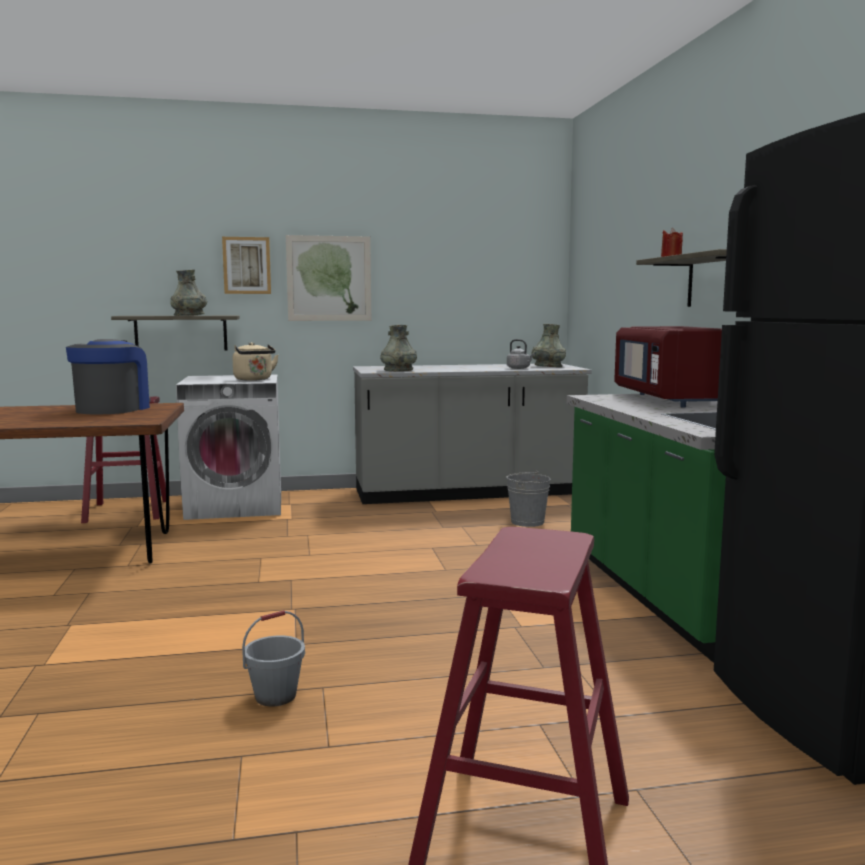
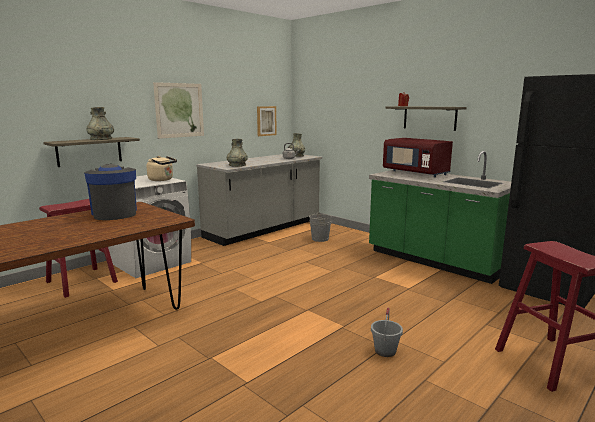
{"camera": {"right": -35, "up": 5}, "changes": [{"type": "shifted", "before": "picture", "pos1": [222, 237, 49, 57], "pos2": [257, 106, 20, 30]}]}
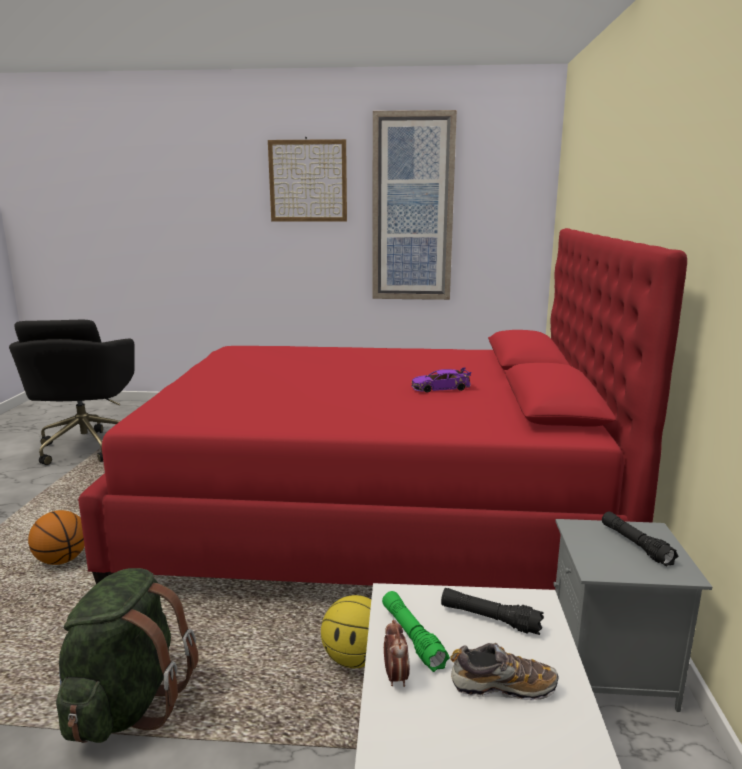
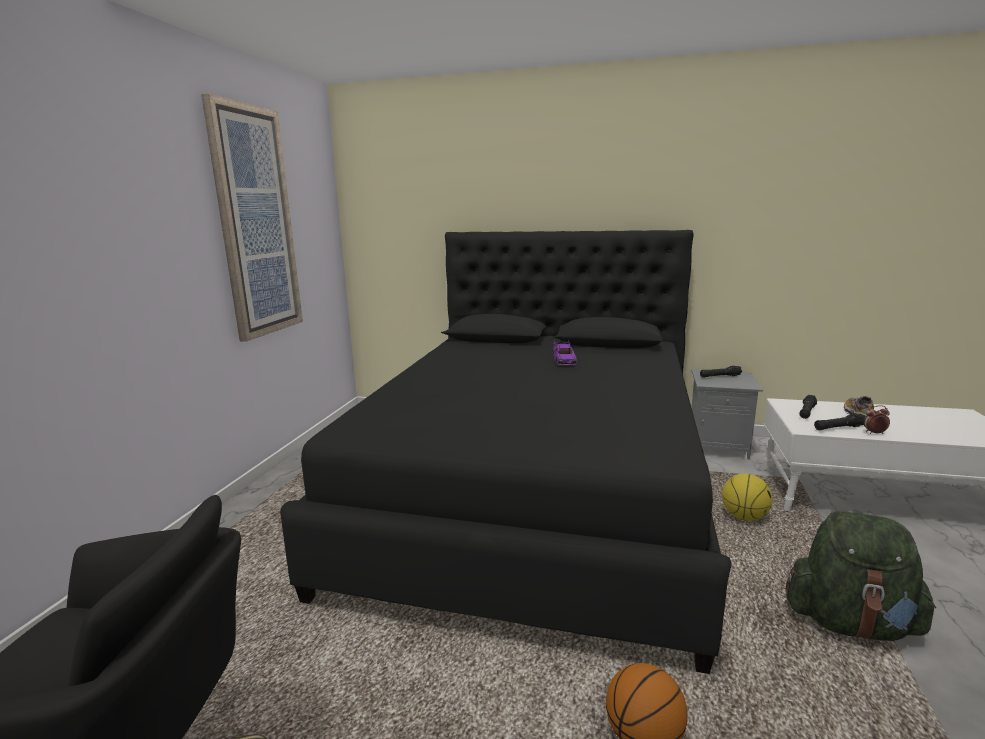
{"camera": {"right": -80, "up": 0}, "changes": [{"type": "gone", "before": "picture", "pos1": [268, 137, 79, 85]}, {"type": "repainted", "before": "red bed", "after": "black bed", "pos1": [78, 228, 609, 362], "pos2": [280, 230, 451, 444]}, {"type": "repainted", "before": "green flashlight", "after": "black flashlight", "pos1": [382, 591, 68, 81], "pos2": [814, 413, 51, 17]}]}
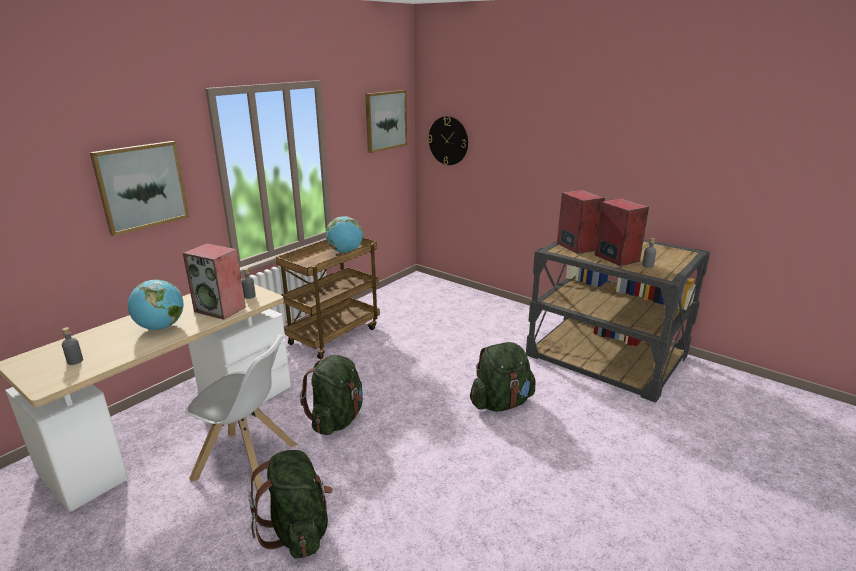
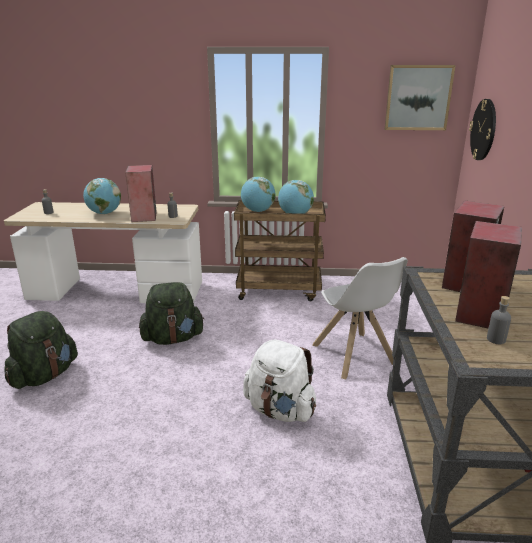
{"camera": {"right": 55, "up": 0}, "changes": [{"type": "gone", "before": "picture", "pos1": [90, 141, 99, 95]}, {"type": "shifted", "before": "chair", "pos1": [185, 334, 112, 160], "pos2": [312, 257, 96, 123]}, {"type": "repainted", "before": "green backpack", "after": "white backpack", "pos1": [470, 342, 66, 70], "pos2": [243, 340, 73, 82]}, {"type": "new", "after": "globe", "pos2": [241, 177, 35, 35]}]}
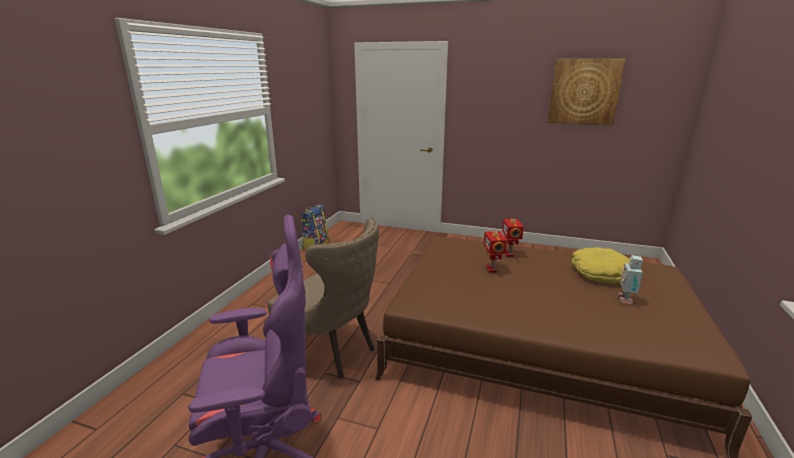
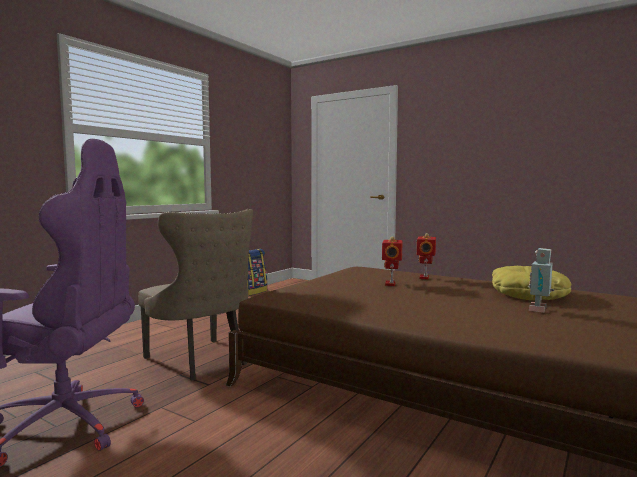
{"camera": {"right": 15, "up": -15}, "changes": [{"type": "gone", "before": "picture", "pos1": [547, 59, 79, 67]}]}
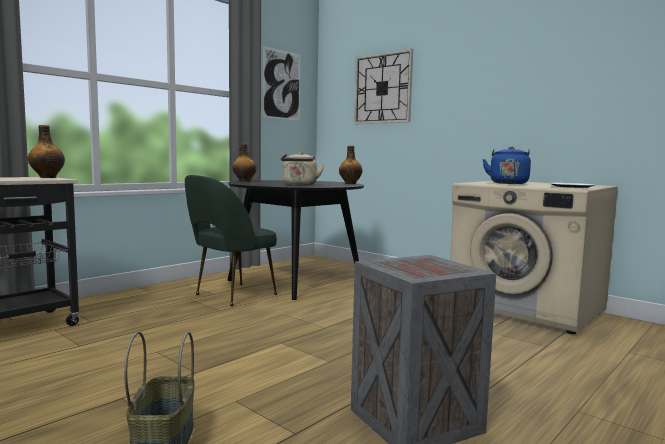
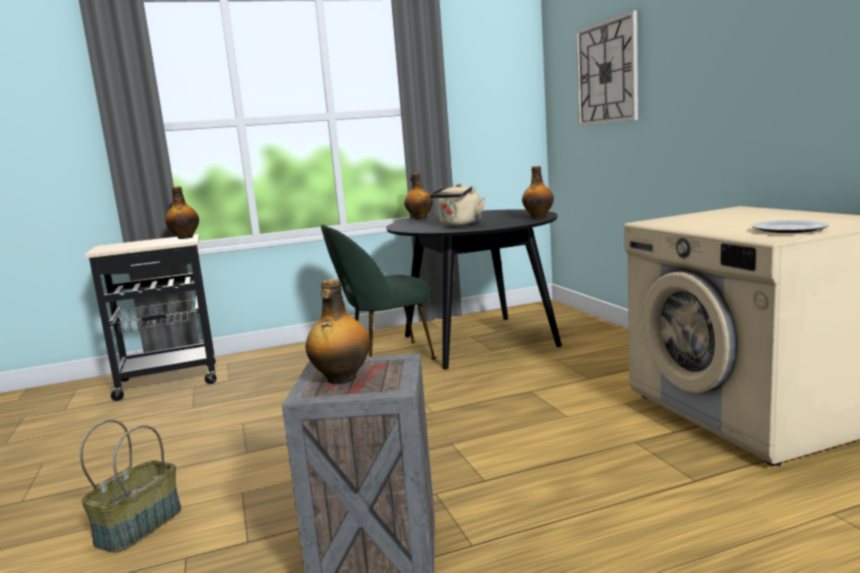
{"camera": {"right": 30, "up": 5}, "changes": [{"type": "gone", "before": "picture", "pos1": [262, 46, 38, 75]}, {"type": "gone", "before": "blue kettle", "pos1": [482, 146, 49, 38]}, {"type": "new", "after": "bottle", "pos2": [306, 279, 64, 106]}]}
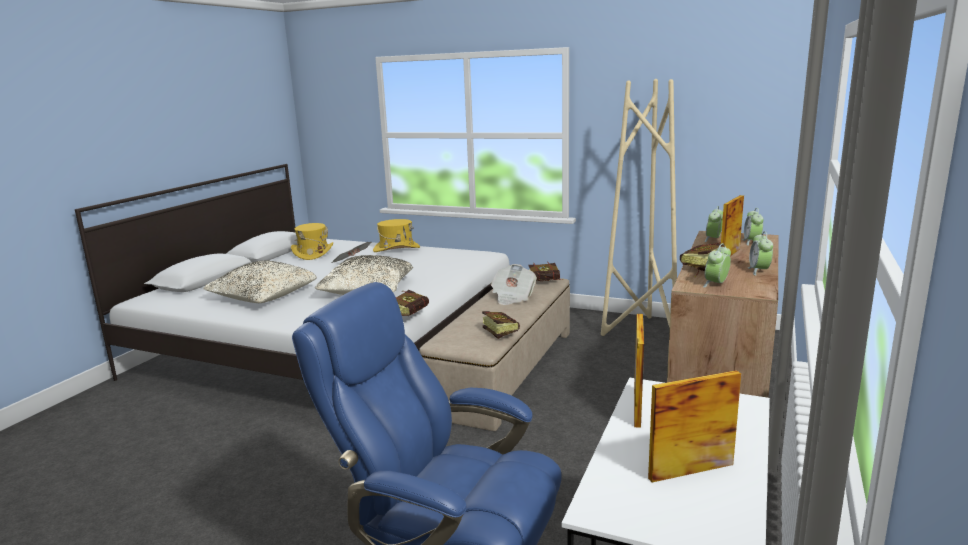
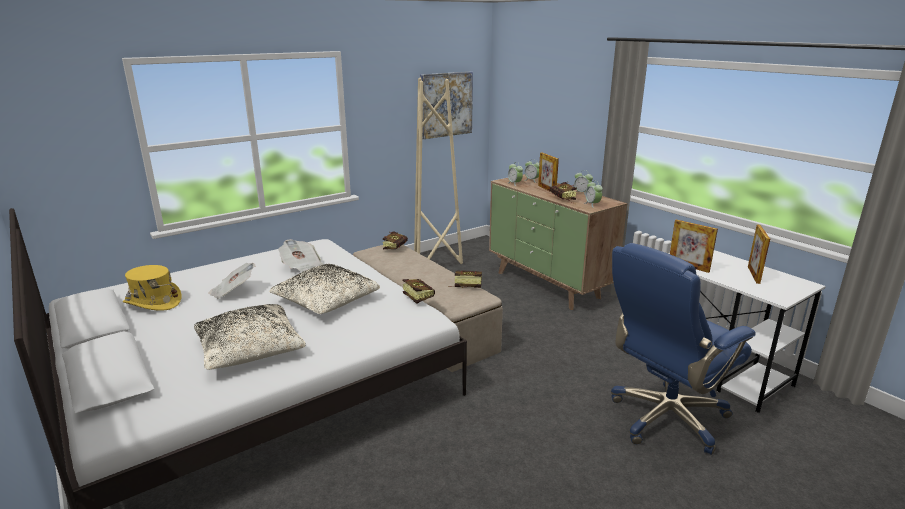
{"camera": {"right": -60, "up": 5}, "changes": [{"type": "gone", "before": "yellow hat", "pos1": [373, 219, 47, 33]}, {"type": "shifted", "before": "newspaper", "pos1": [491, 264, 46, 41], "pos2": [278, 239, 45, 33]}, {"type": "new", "after": "picture", "pos2": [420, 71, 53, 68]}]}
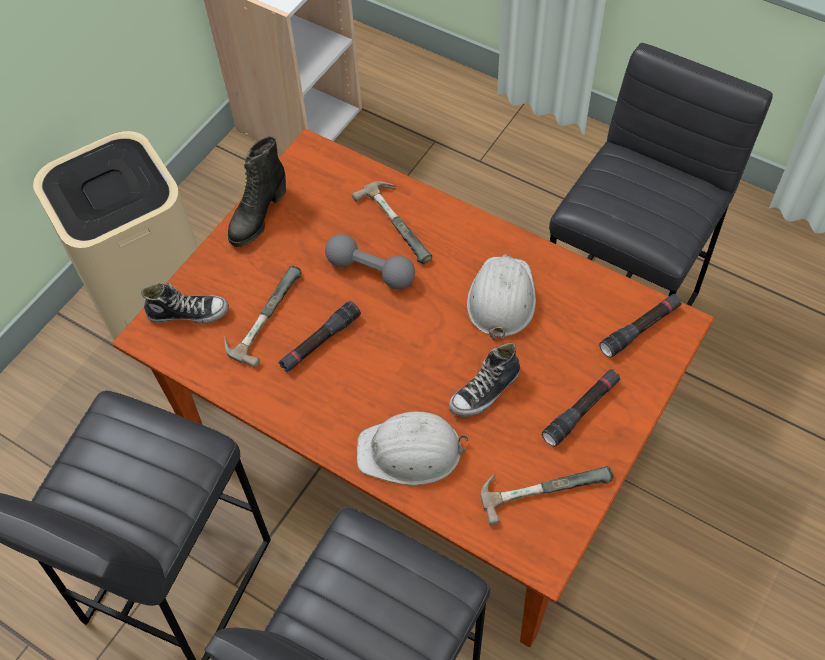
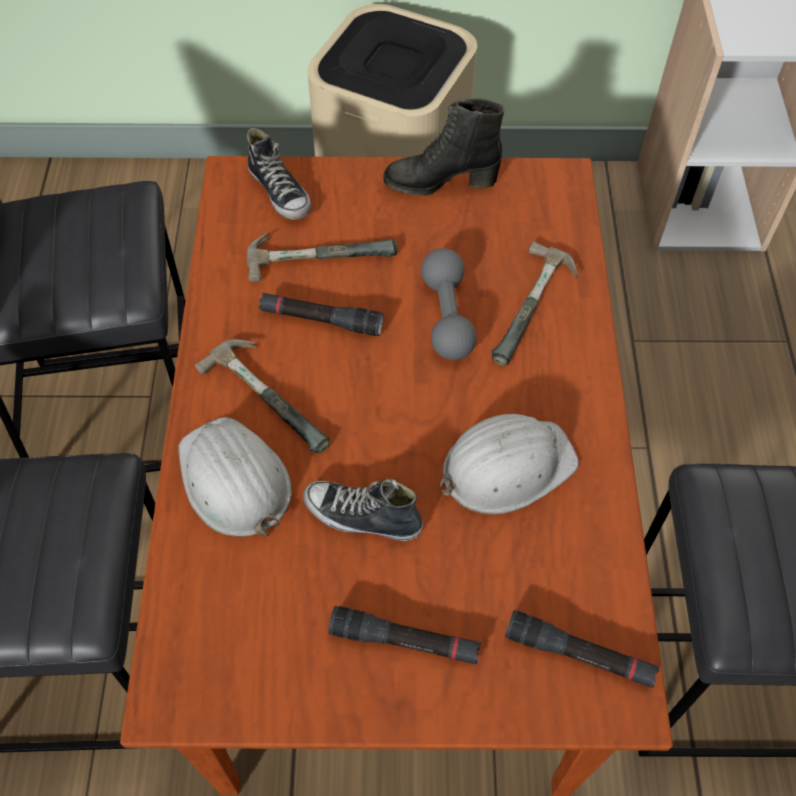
{"camera": {"right": 55, "up": 0}, "changes": [{"type": "shifted", "before": "hammer", "pos1": [481, 466, 132, 60], "pos2": [195, 339, 135, 114]}]}
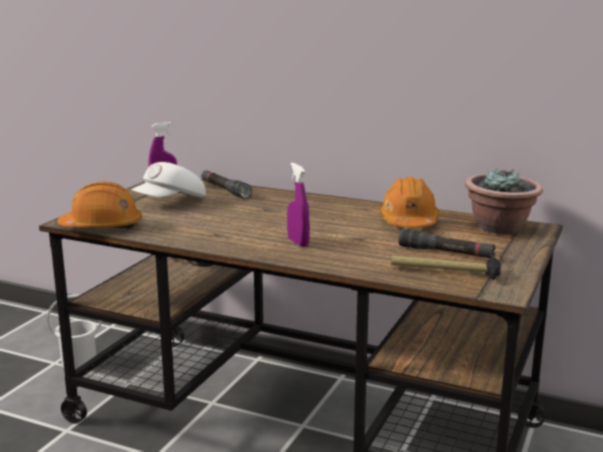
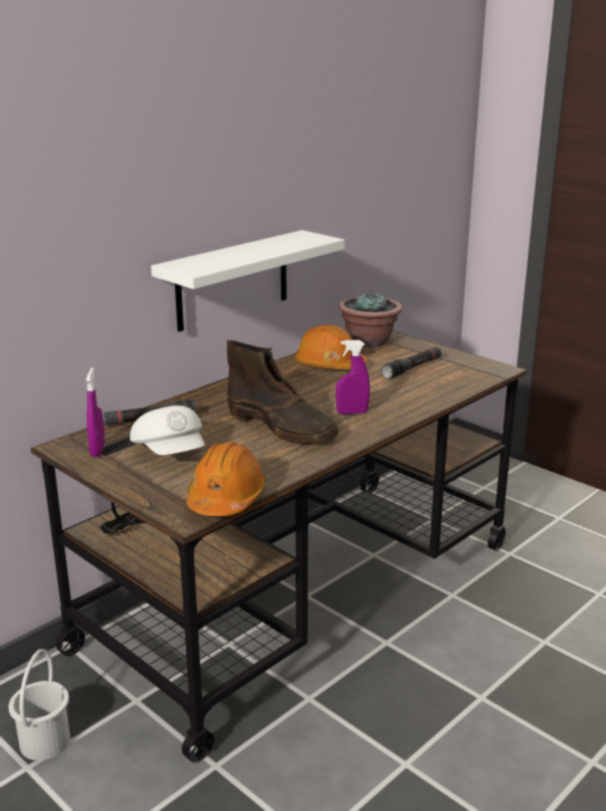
{"camera": {"right": -70, "up": 5}, "changes": [{"type": "gone", "before": "hammer", "pos1": [391, 256, 110, 24]}, {"type": "new", "after": "white shelf", "pos2": [151, 230, 194, 102]}, {"type": "new", "after": "brown boot", "pos2": [227, 340, 112, 104]}]}
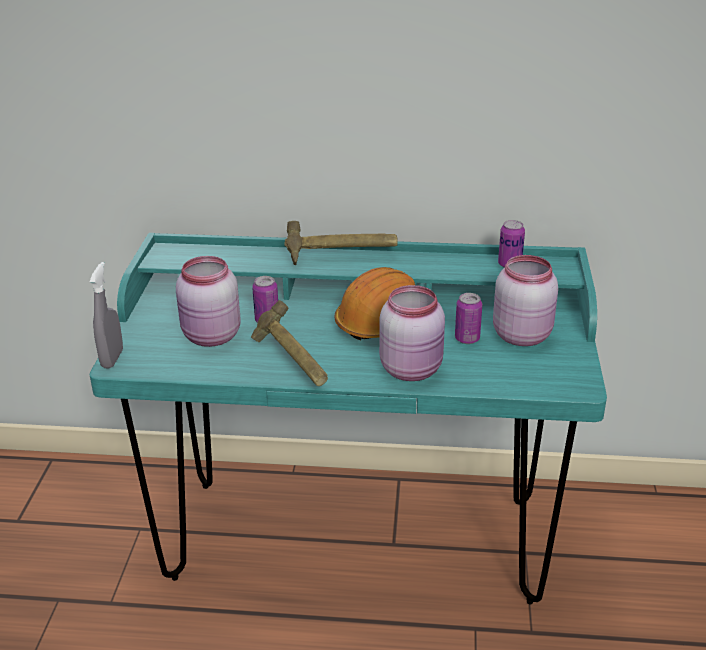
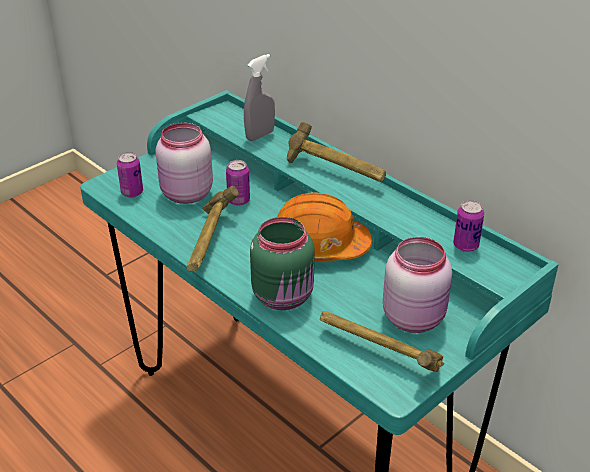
{"camera": {"right": 40, "up": 5}, "changes": [{"type": "shifted", "before": "grey spray bottle", "pos1": [90, 262, 33, 107], "pos2": [244, 54, 31, 87]}, {"type": "repainted", "before": "pink jar", "after": "green jar", "pos1": [379, 285, 66, 96], "pos2": [250, 217, 65, 93]}, {"type": "shifted", "before": "can", "pos1": [455, 293, 27, 51], "pos2": [117, 152, 26, 45]}, {"type": "new", "after": "hammer", "pos2": [320, 311, 124, 61]}]}
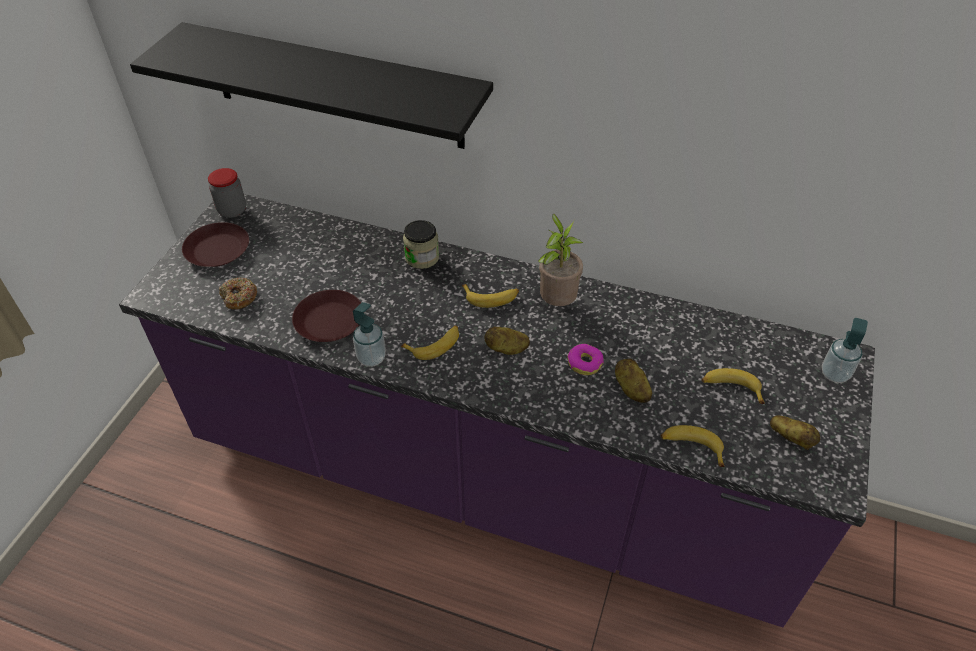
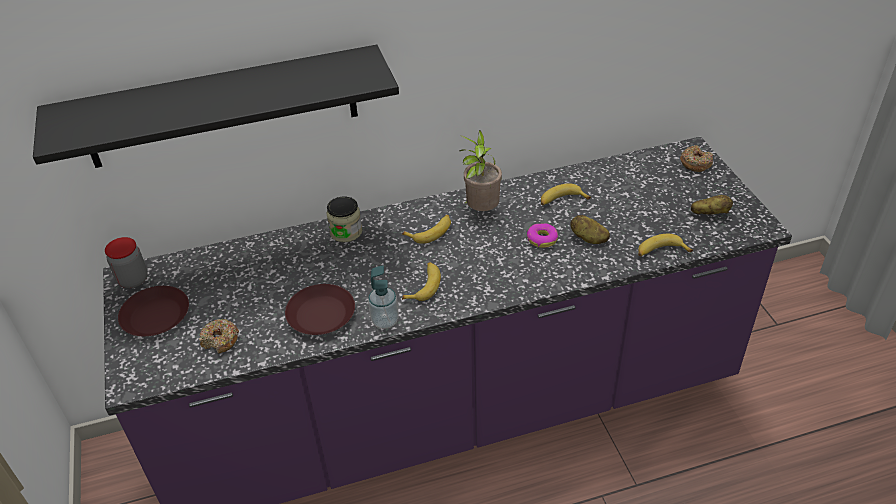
{"camera": {"right": -35, "up": -5}, "changes": [{"type": "swapped", "before": "soap dispenser", "after": "donut", "pos1": [822, 318, 46, 65], "pos2": [680, 145, 33, 27]}, {"type": "gone", "before": "potato", "pos1": [485, 327, 45, 28]}, {"type": "shifted", "before": "banana", "pos1": [702, 368, 63, 36], "pos2": [541, 183, 50, 22]}]}
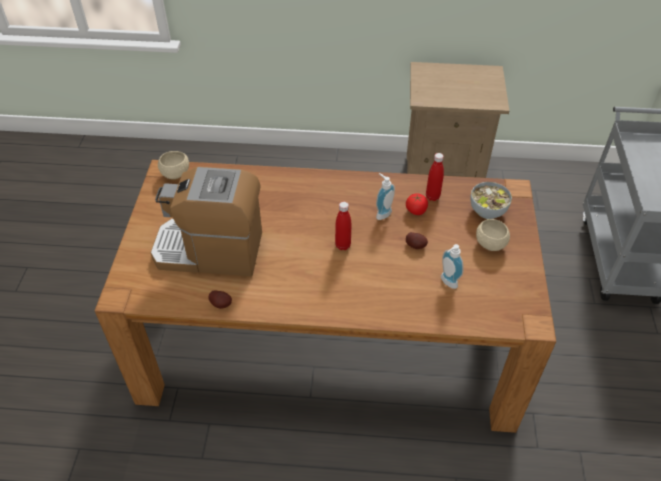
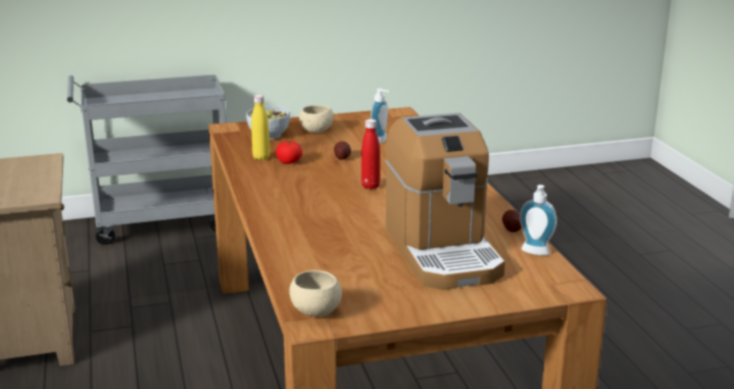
{"camera": {"right": -110, "up": -25}, "changes": [{"type": "repainted", "before": "red bottle", "after": "yellow bottle", "pos1": [426, 153, 18, 48], "pos2": [251, 95, 19, 65]}, {"type": "shifted", "before": "soap dispenser", "pos1": [376, 173, 19, 47], "pos2": [520, 185, 37, 71]}]}
